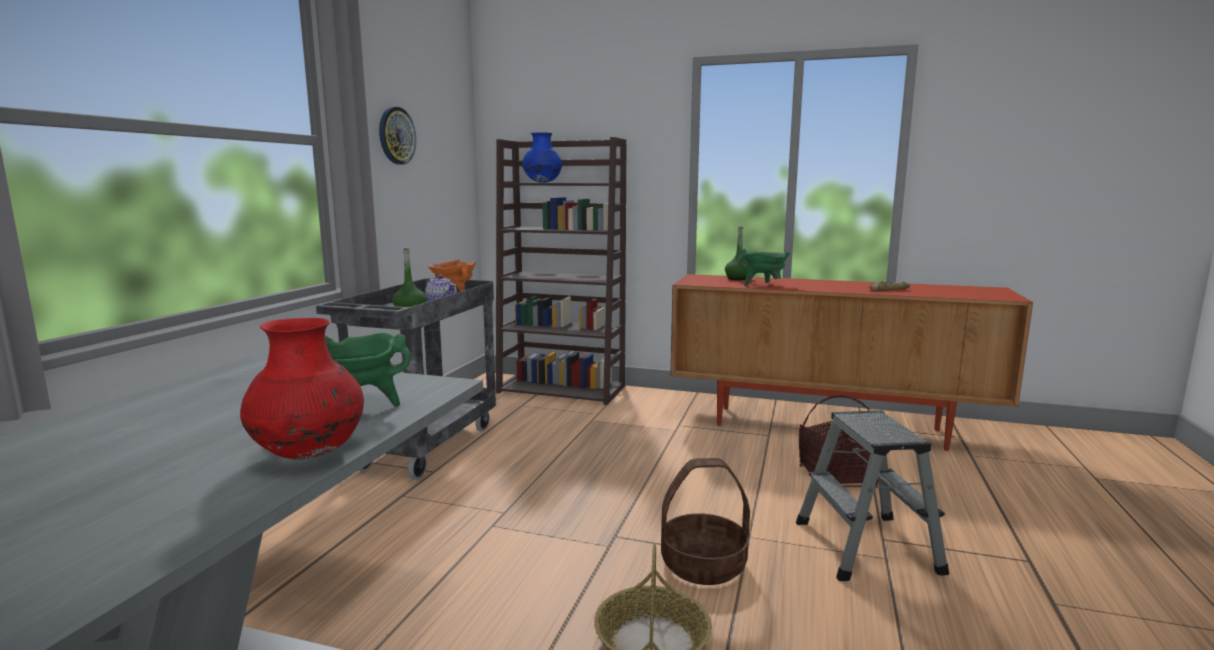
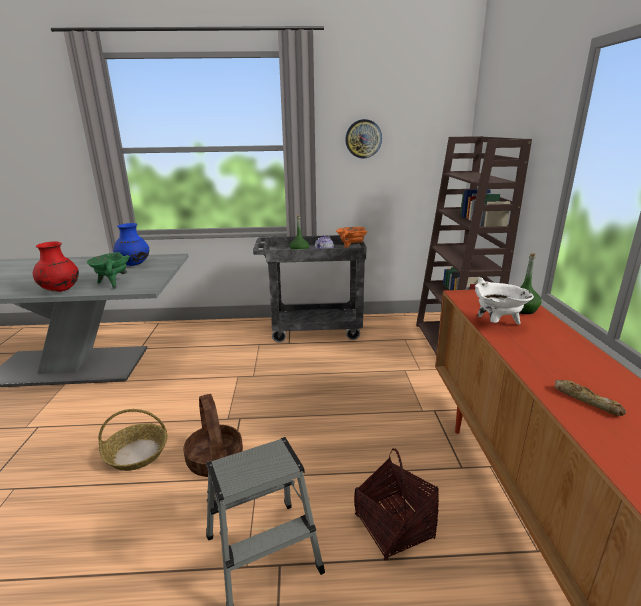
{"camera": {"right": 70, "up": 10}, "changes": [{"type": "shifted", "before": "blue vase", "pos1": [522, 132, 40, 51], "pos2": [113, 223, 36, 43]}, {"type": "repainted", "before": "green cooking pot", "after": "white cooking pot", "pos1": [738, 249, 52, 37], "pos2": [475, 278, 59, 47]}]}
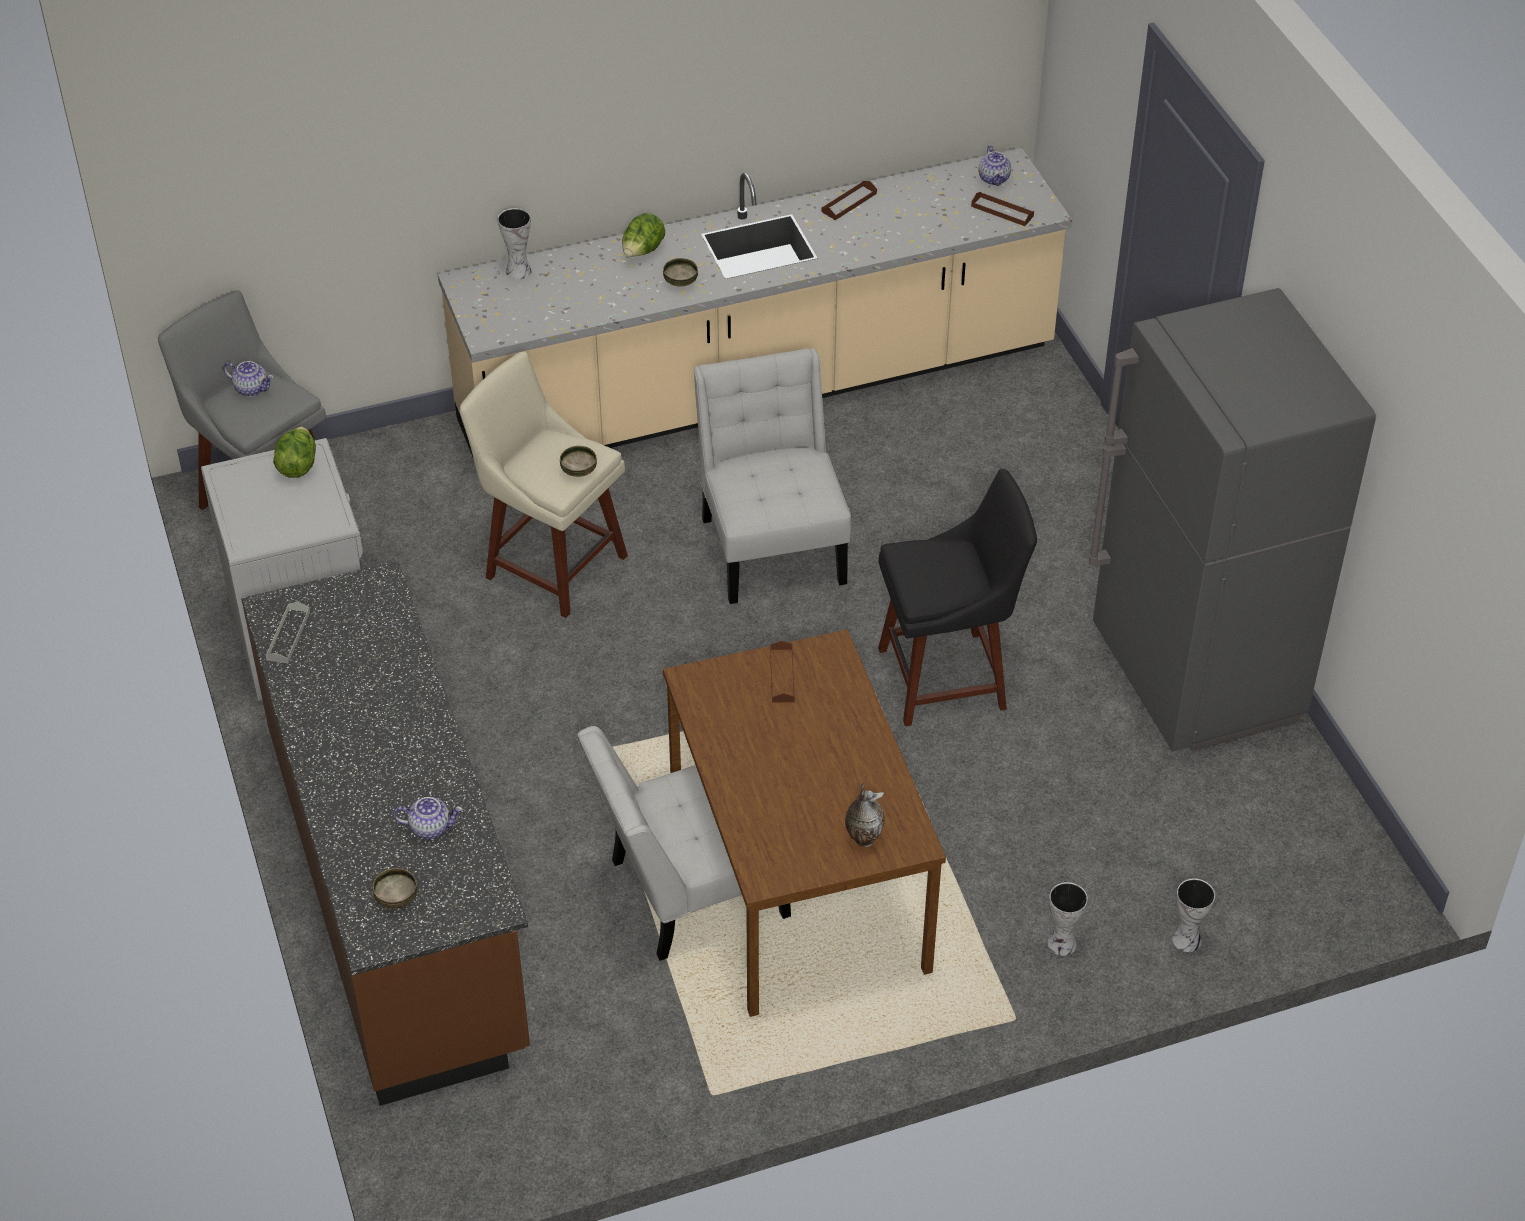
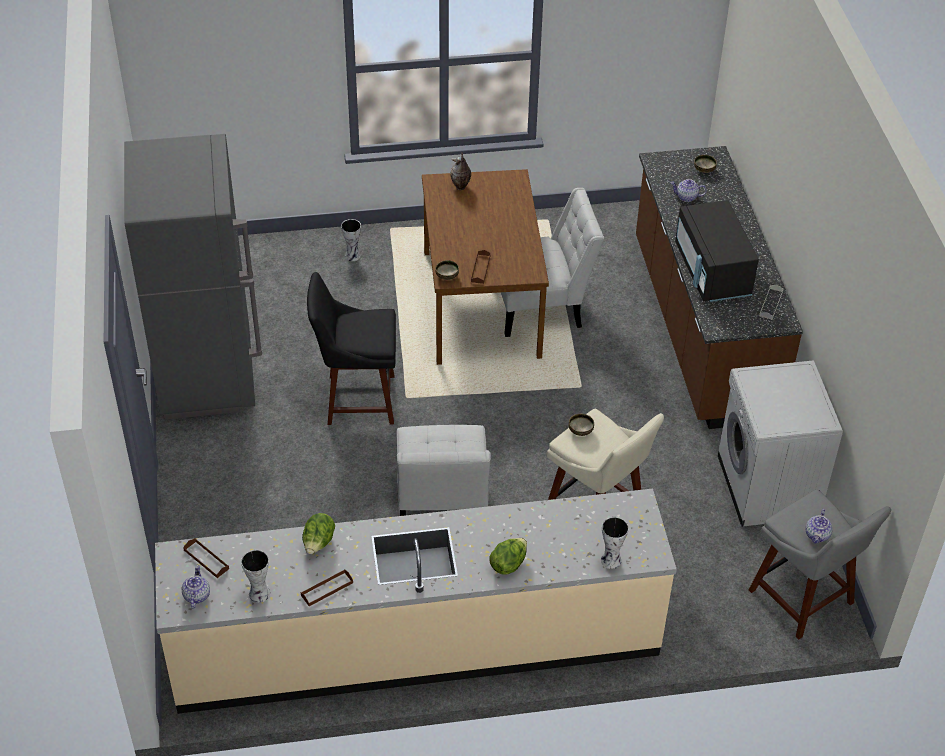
{"camera": {"right": -170, "up": 0}, "changes": [{"type": "shifted", "before": "bowl", "pos1": [663, 258, 35, 29], "pos2": [435, 260, 24, 20]}, {"type": "rotated", "before": "teapot", "pos1": [223, 361, 50, 35], "pos2": [806, 509, 26, 35], "turn": -105}, {"type": "shifted", "before": "lettuce", "pos1": [273, 427, 43, 51], "pos2": [302, 513, 33, 41]}, {"type": "shifted", "before": "vase", "pos1": [1172, 879, 43, 73], "pos2": [241, 550, 29, 53]}, {"type": "new", "after": "black microwave", "pos2": [675, 200, 84, 102]}]}
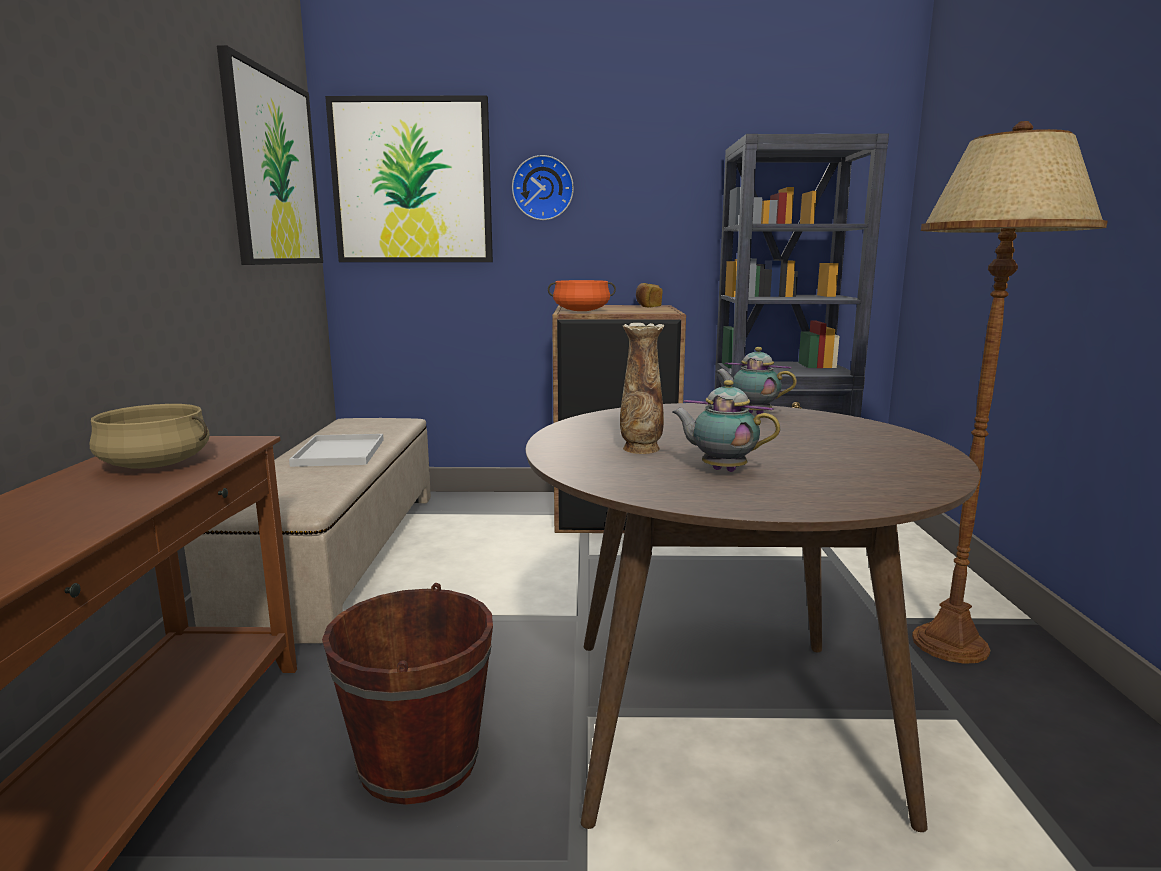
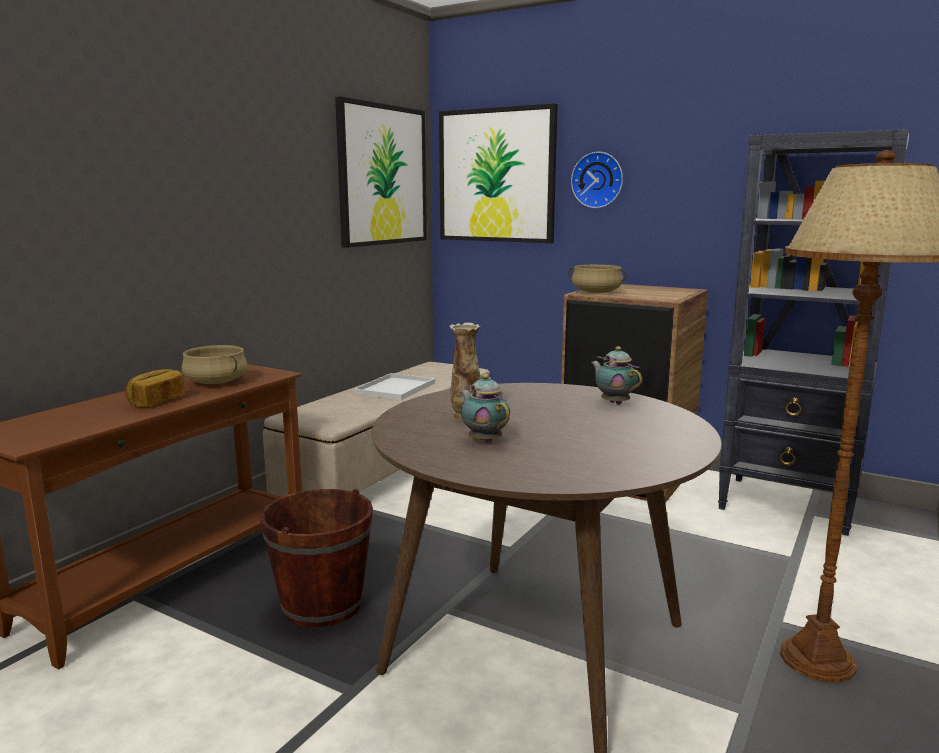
{"camera": {"right": 30, "up": 0}, "changes": [{"type": "repainted", "before": "orange cooking pot", "after": "beige cooking pot", "pos1": [548, 280, 68, 31], "pos2": [568, 265, 59, 28]}, {"type": "shifted", "before": "bread", "pos1": [636, 283, 27, 24], "pos2": [126, 369, 59, 38]}]}
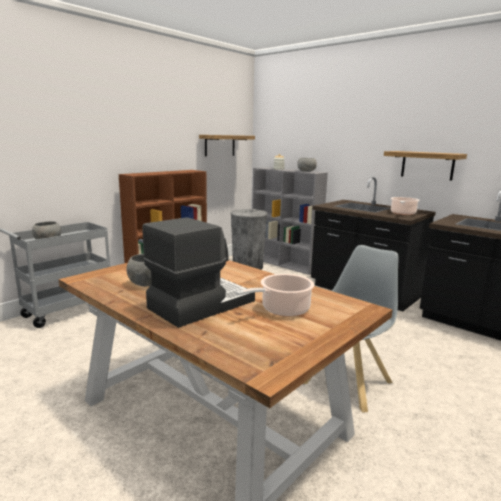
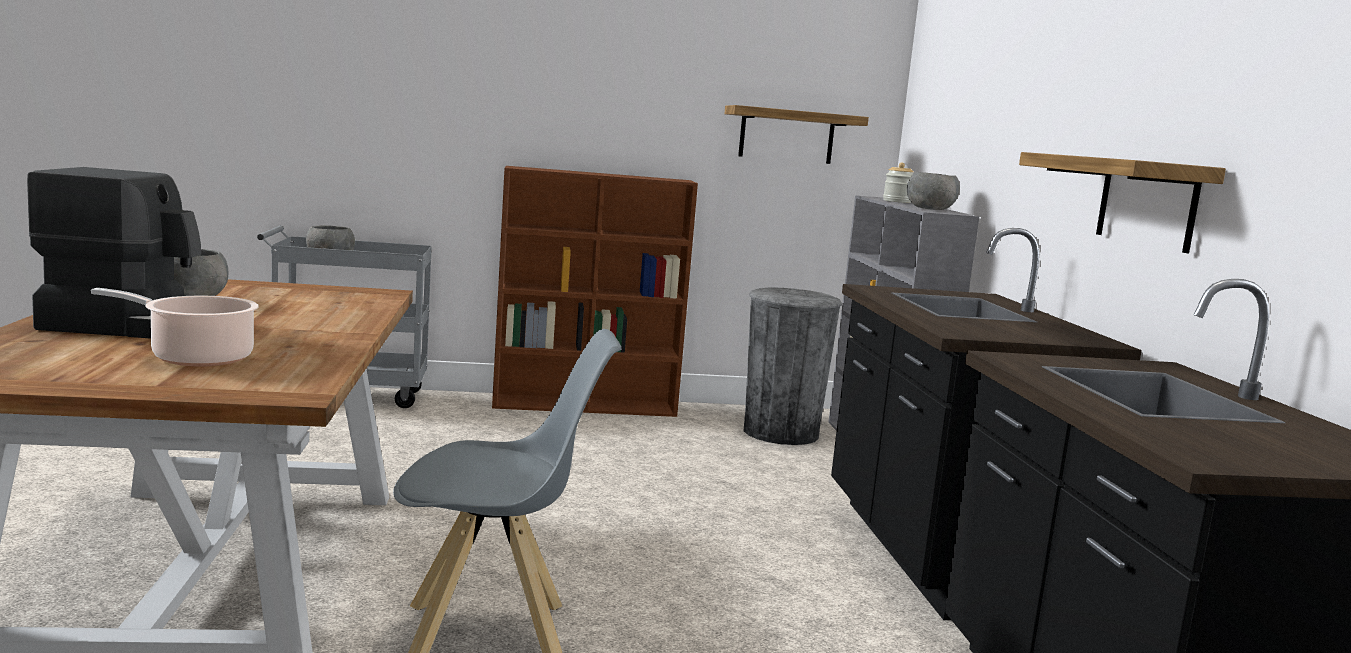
{"camera": {"right": 40, "up": -5}, "changes": [{"type": "gone", "before": "cooking pot", "pos1": [391, 197, 29, 18]}]}
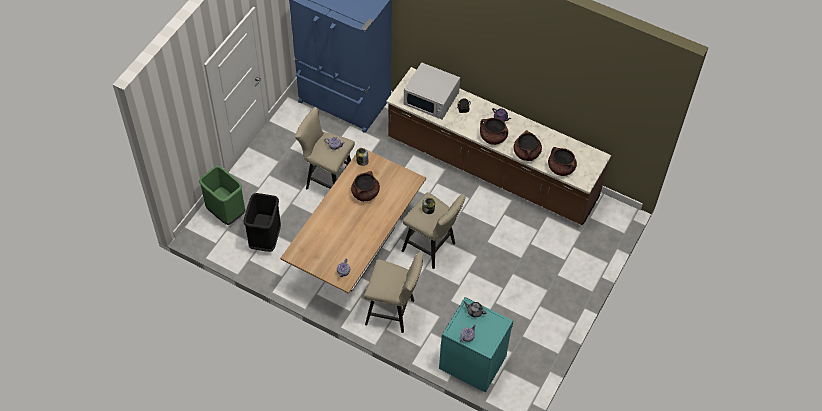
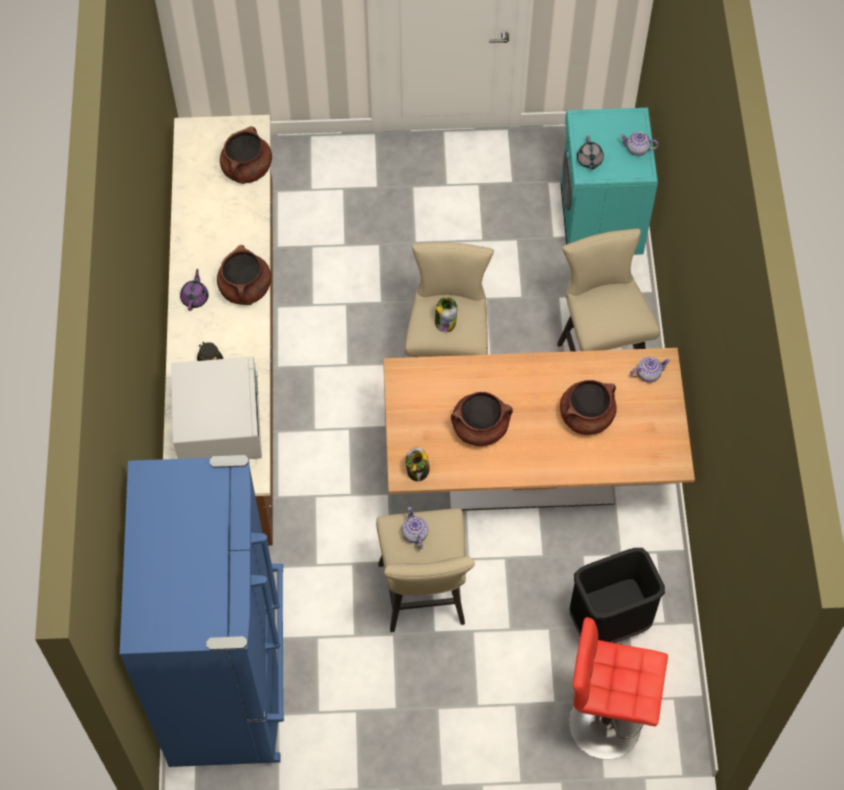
{"camera": {"right": -120, "up": 5}, "changes": [{"type": "shifted", "before": "brown cooking pot", "pos1": [514, 130, 28, 31], "pos2": [560, 380, 56, 55]}, {"type": "swapped", "before": "green trash can", "after": "red stool", "pos1": [199, 166, 46, 59], "pos2": [569, 617, 99, 142]}]}
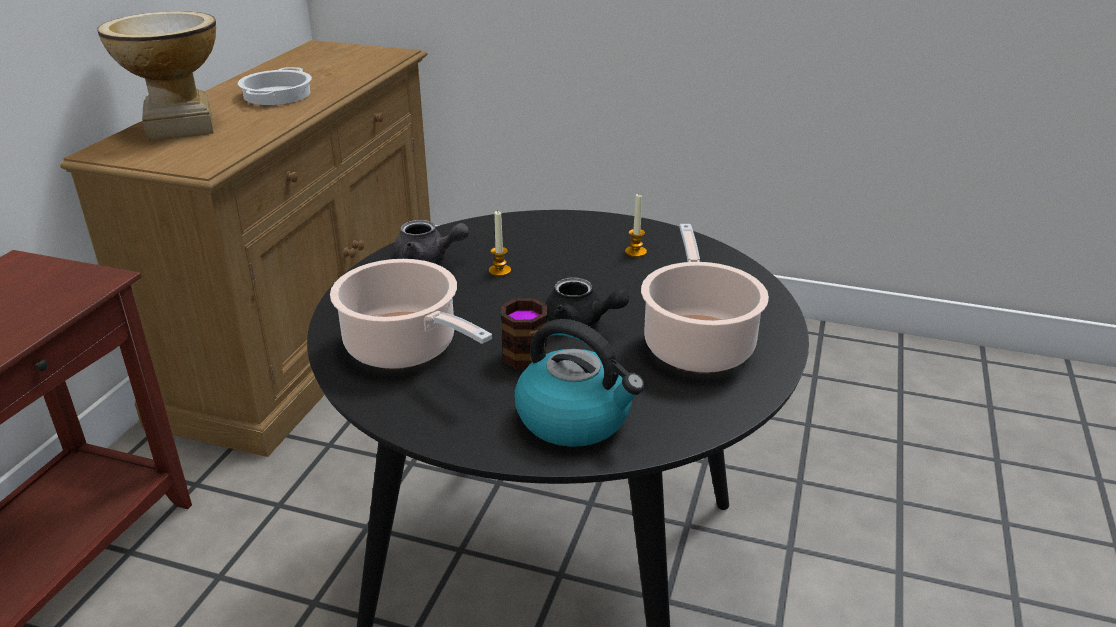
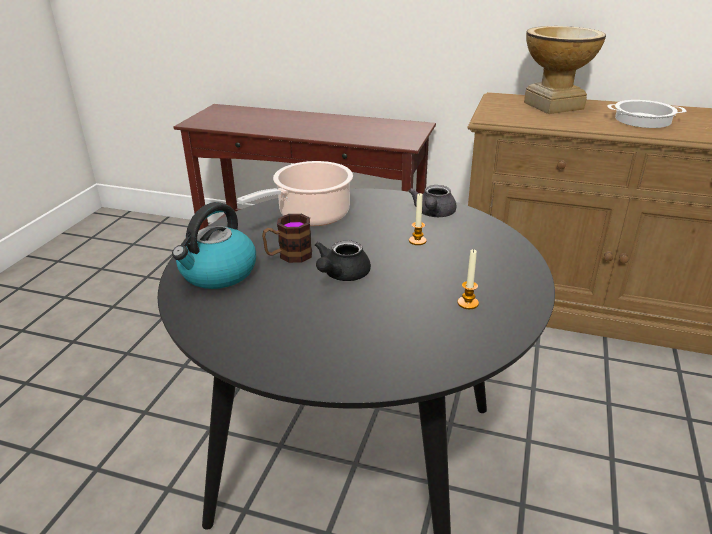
{"camera": {"right": 90, "up": 0}, "changes": [{"type": "gone", "before": "cooking pot", "pos1": [641, 224, 128, 149]}]}
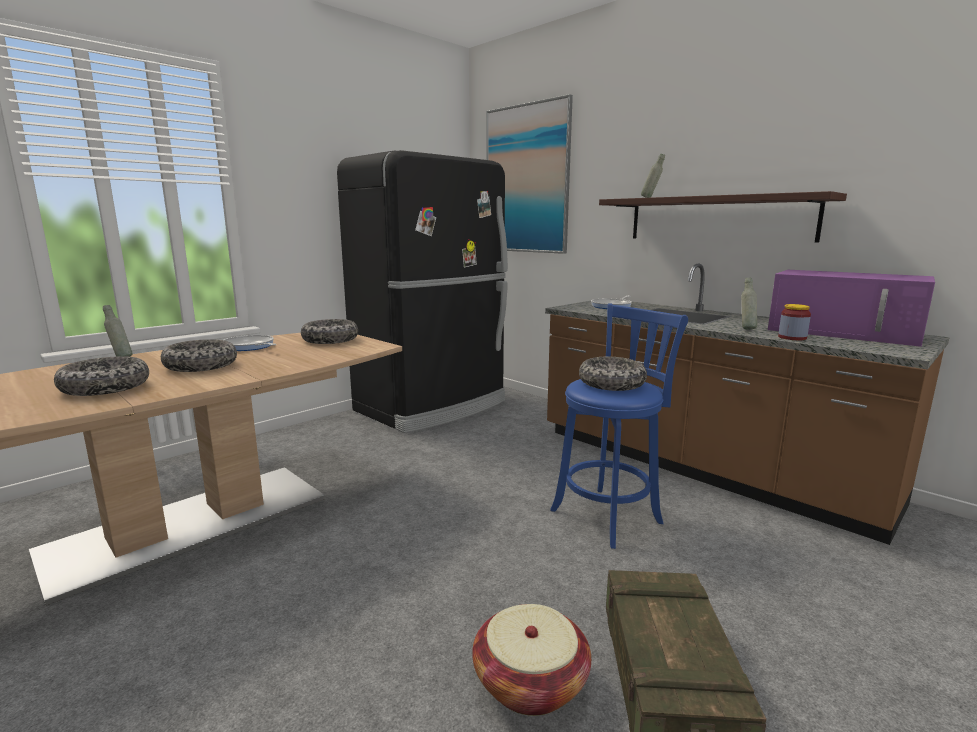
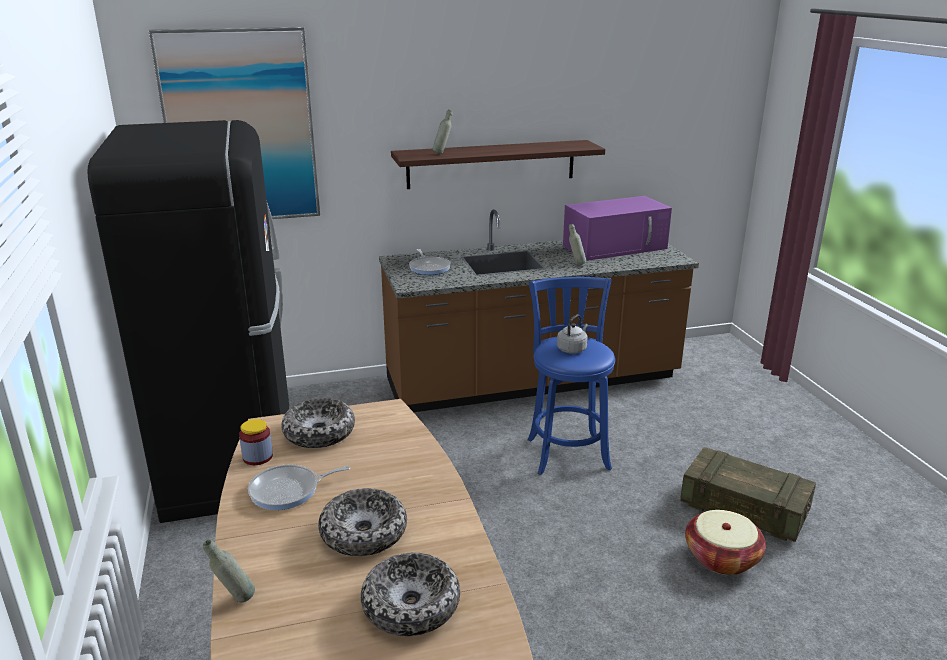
{"camera": {"right": -60, "up": 10}, "changes": [{"type": "shifted", "before": "jar", "pos1": [778, 304, 33, 36], "pos2": [239, 419, 34, 46]}, {"type": "swapped", "before": "bowl", "after": "grey kettle", "pos1": [579, 357, 68, 34], "pos2": [557, 315, 31, 39]}]}
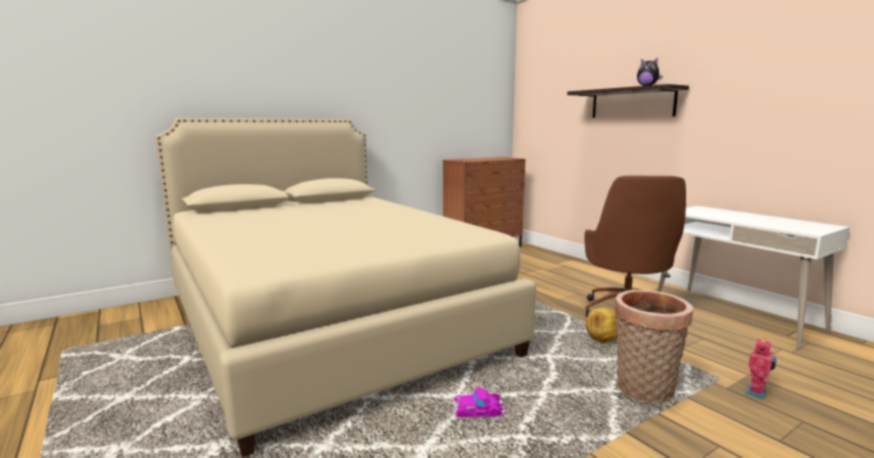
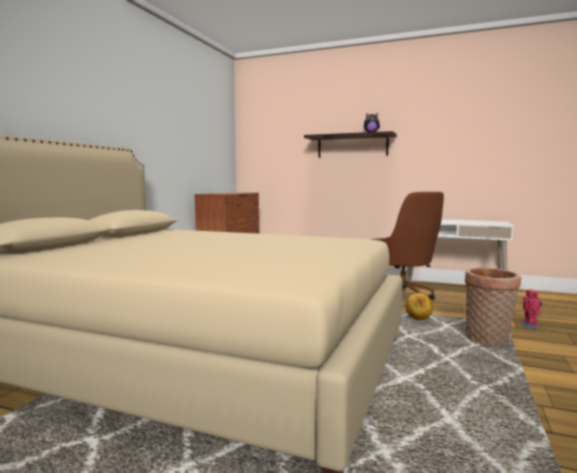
{"camera": {"right": -35, "up": -5}, "changes": [{"type": "gone", "before": "toy car", "pos1": [451, 388, 56, 29]}]}
